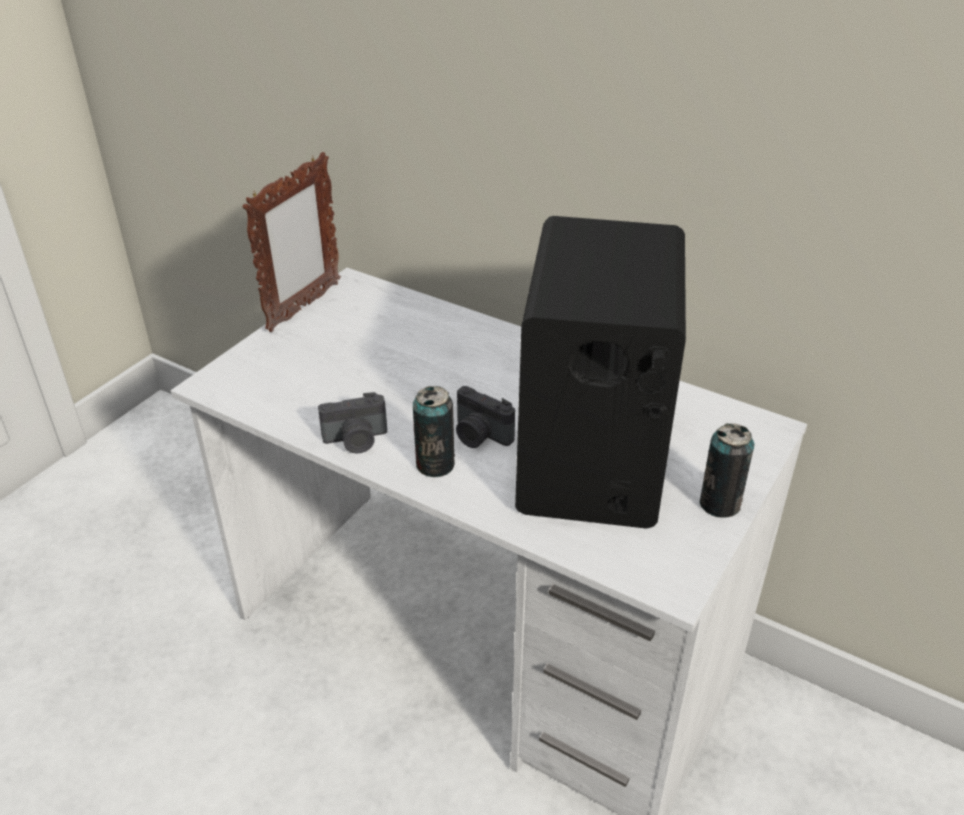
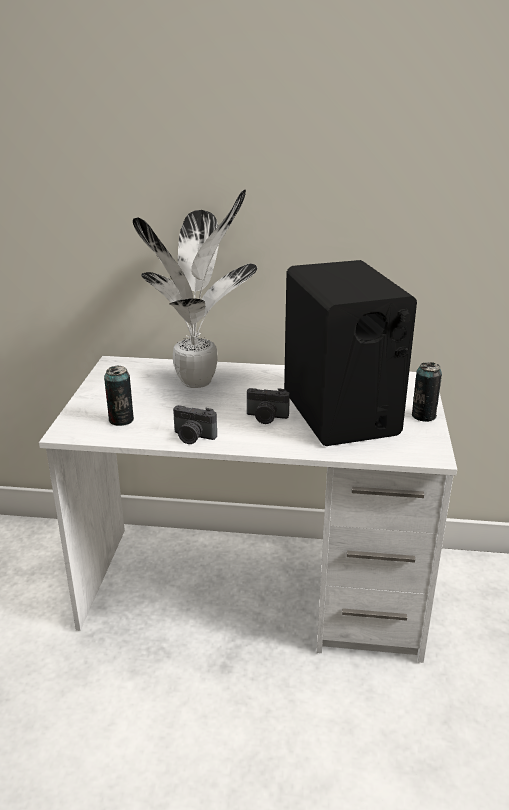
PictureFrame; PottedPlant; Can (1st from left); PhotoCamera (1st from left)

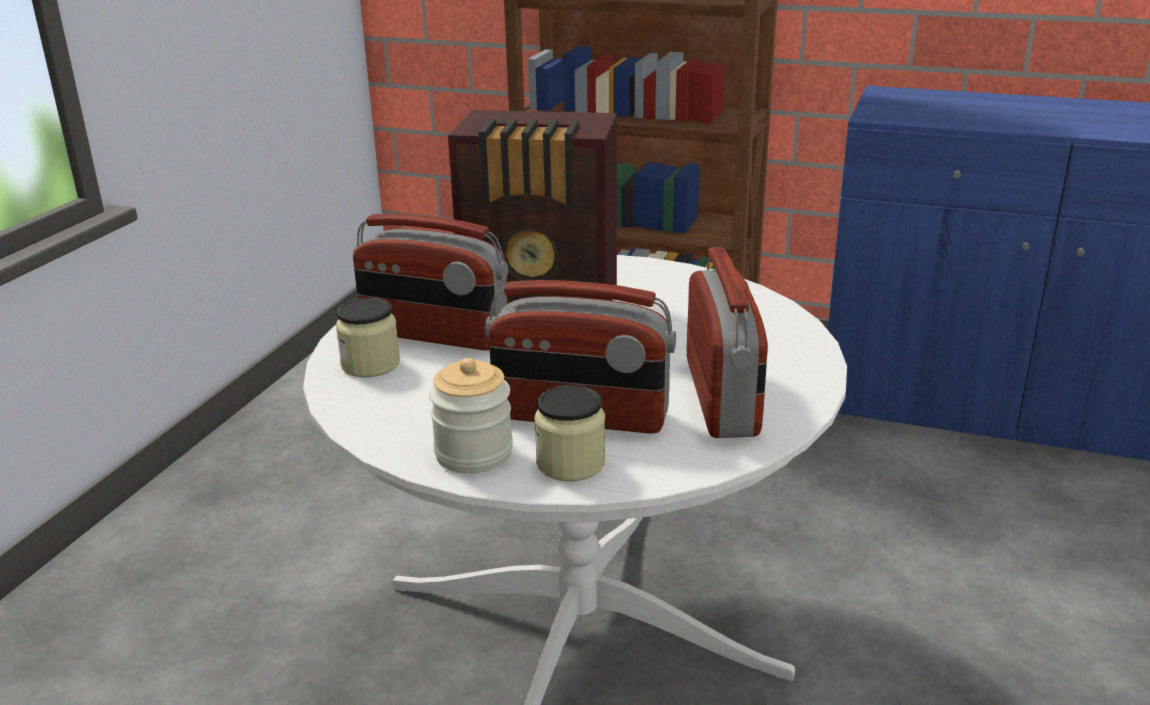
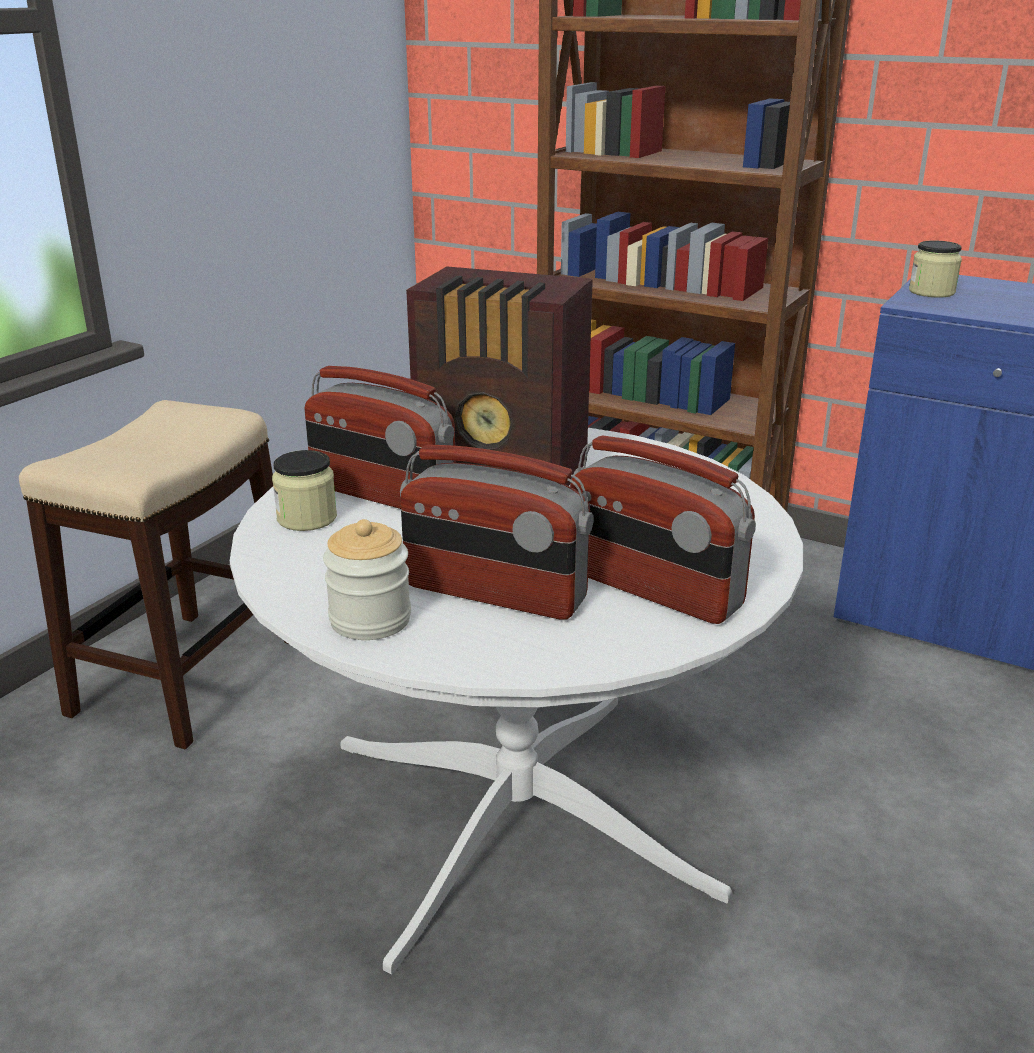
Stool; Jar (3rd from left); Radio (4th from left)

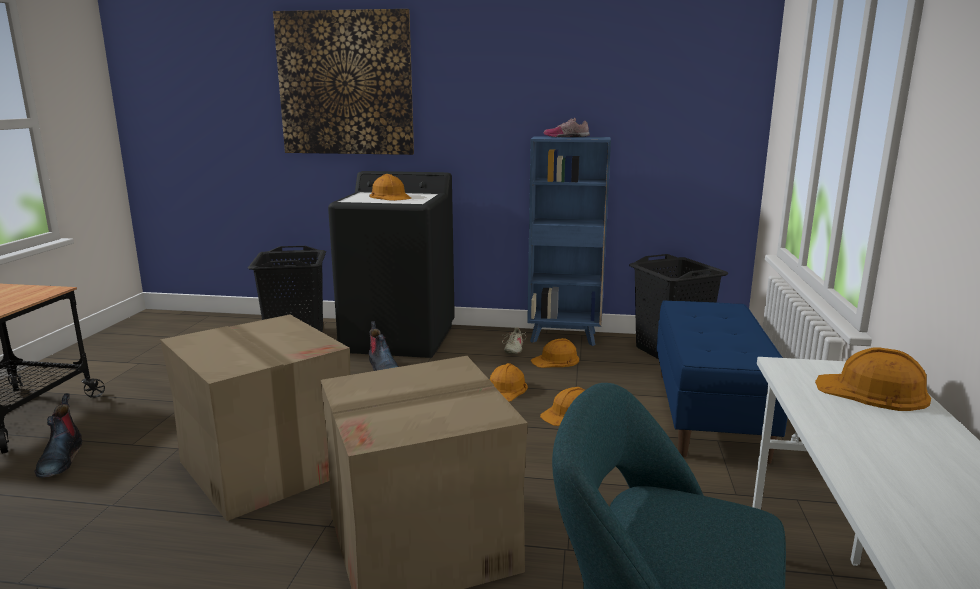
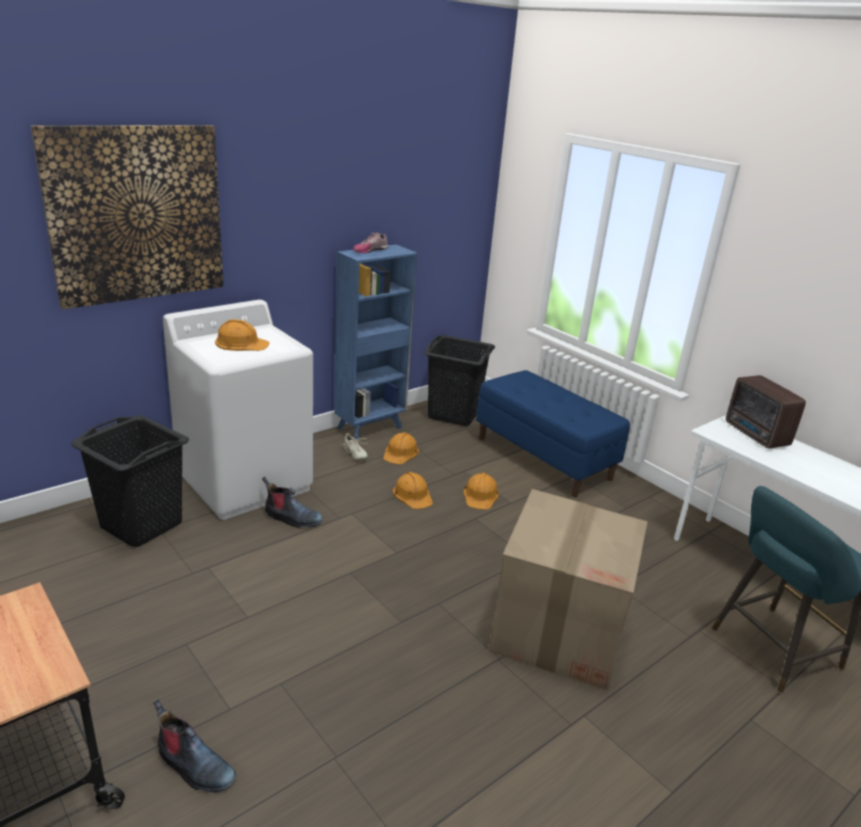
CardboardBox (1st from left in the first image); Radio; WhiteWashingMachine

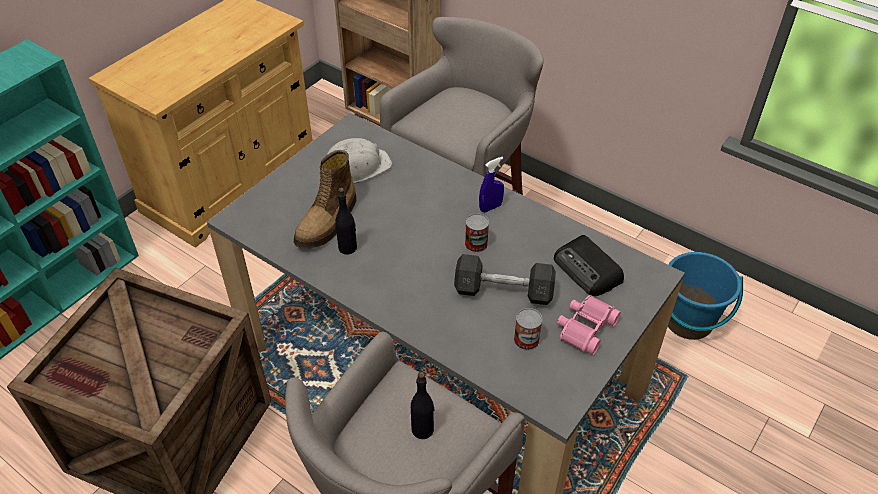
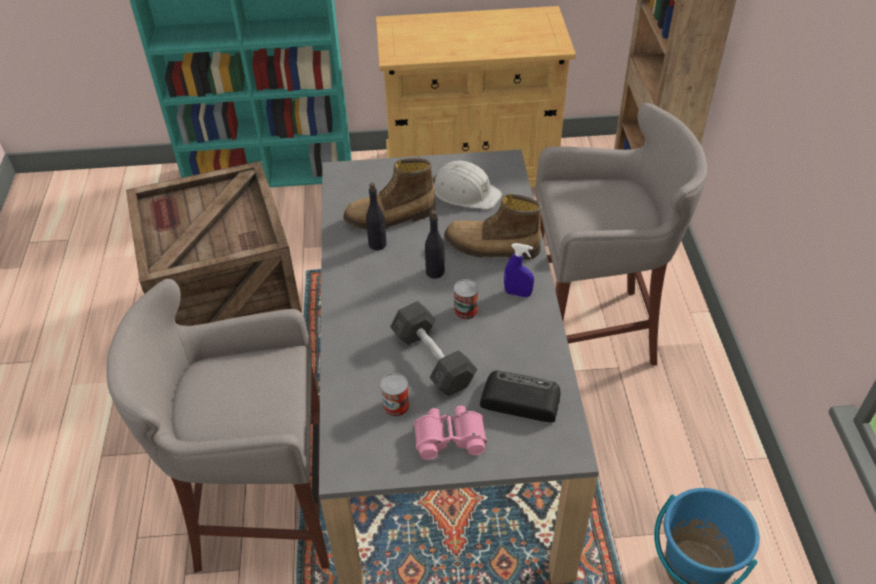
Boot (2nd from left); BlackBottle (2nd from left); Radio

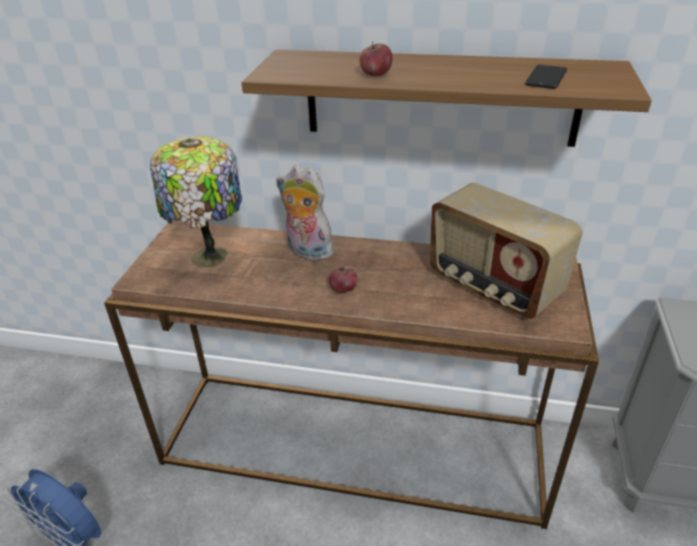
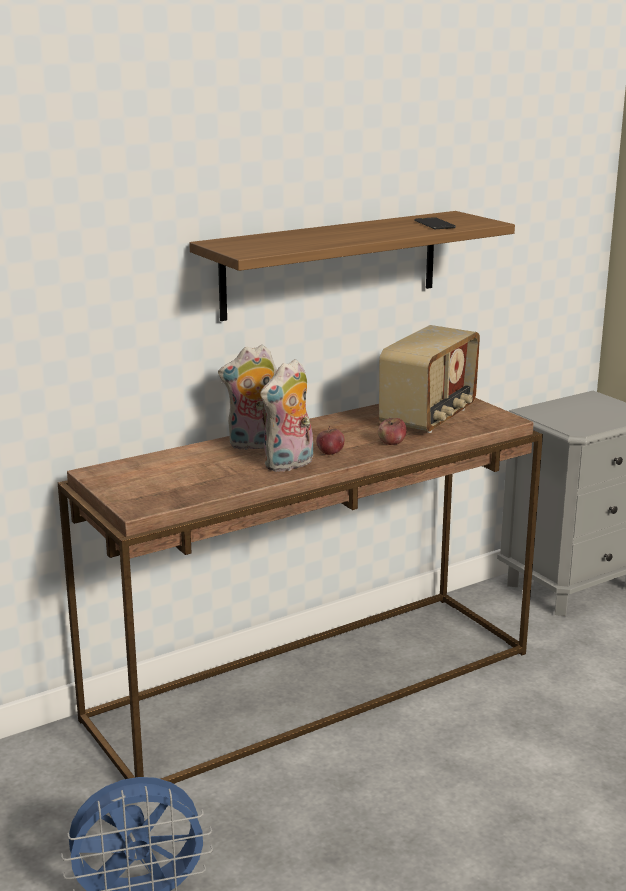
TableLamp; PlushToy (2nd from left); Apple (2nd from left); Radio

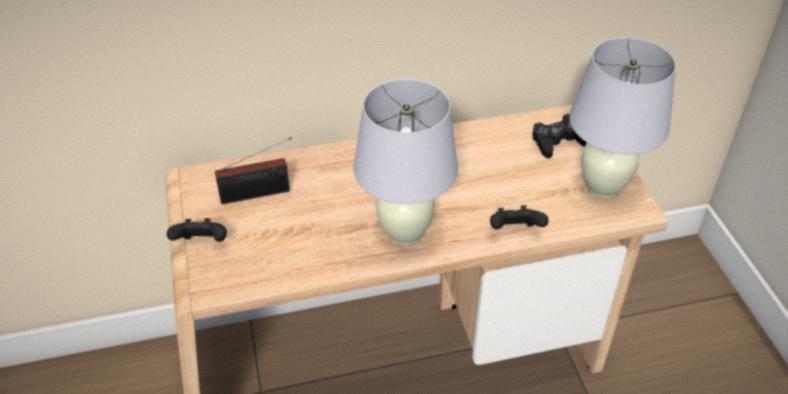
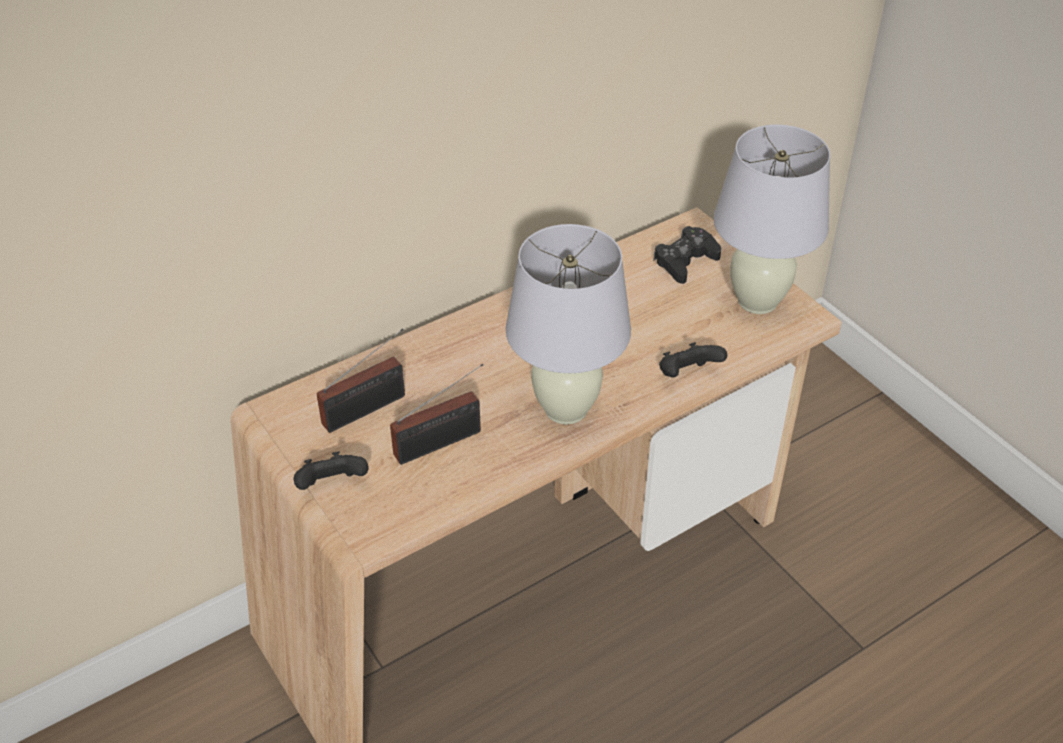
Radio (2nd from left)

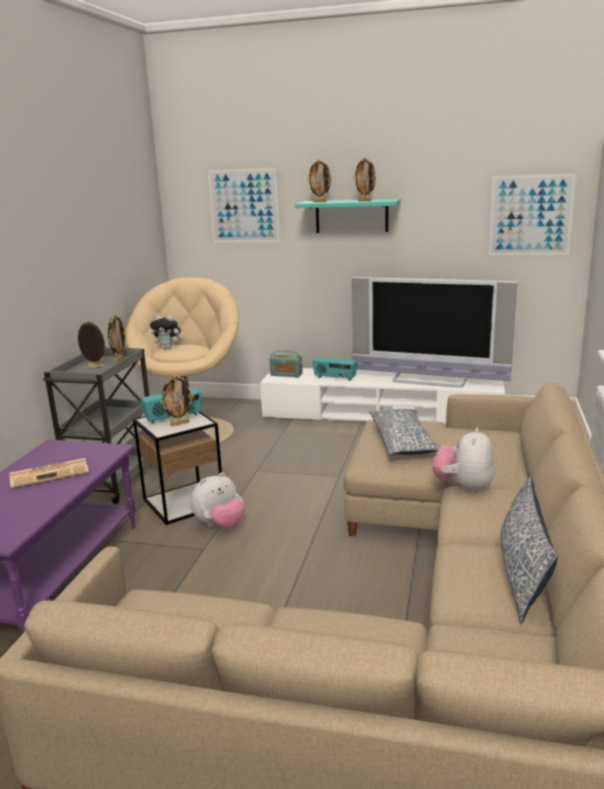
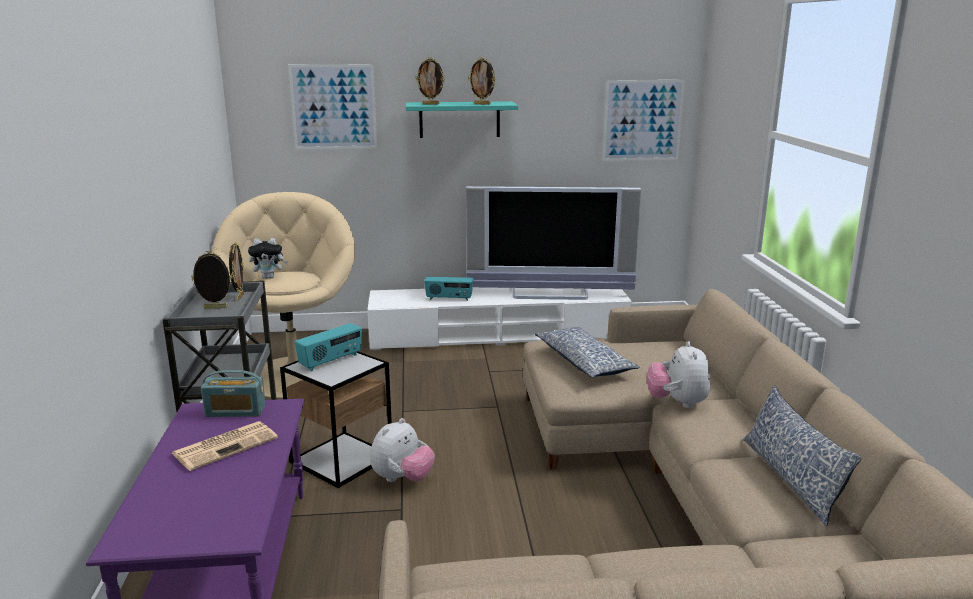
PictureFrame (3rd from left in the first image); Radio (1st from left)

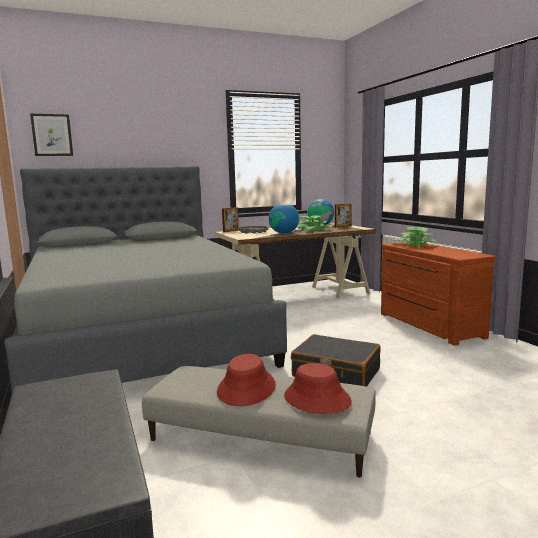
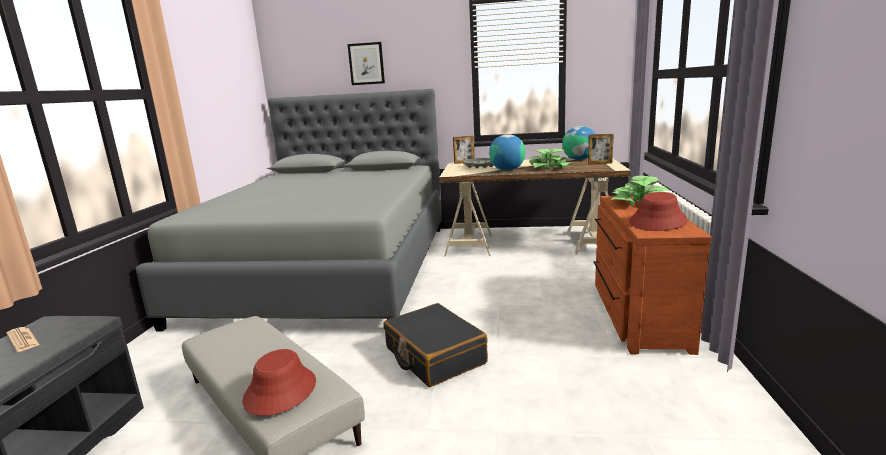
Newspaper; Picture; RedHat (2nd from left)

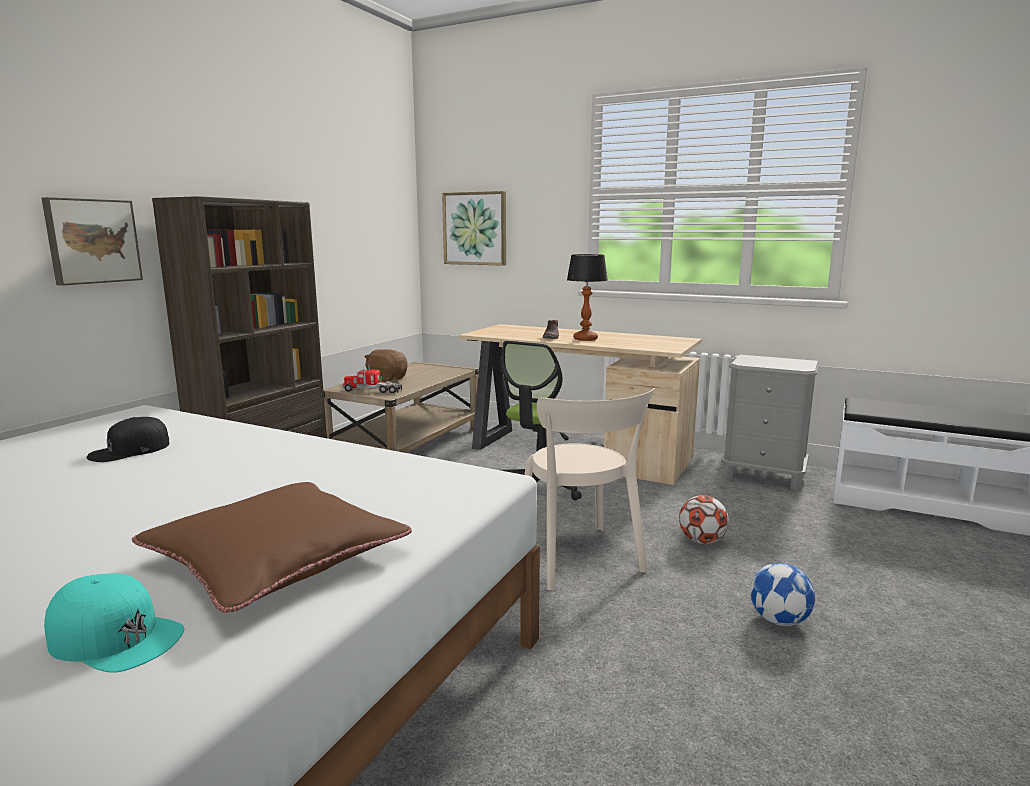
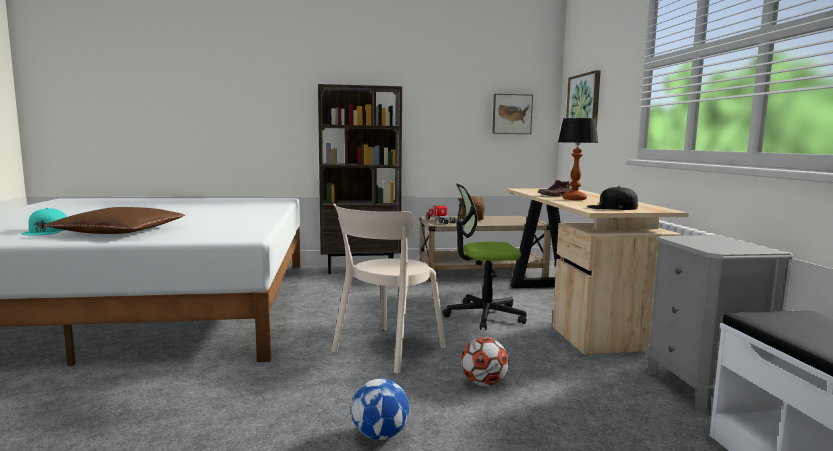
Picture (1st from left); BlackCap

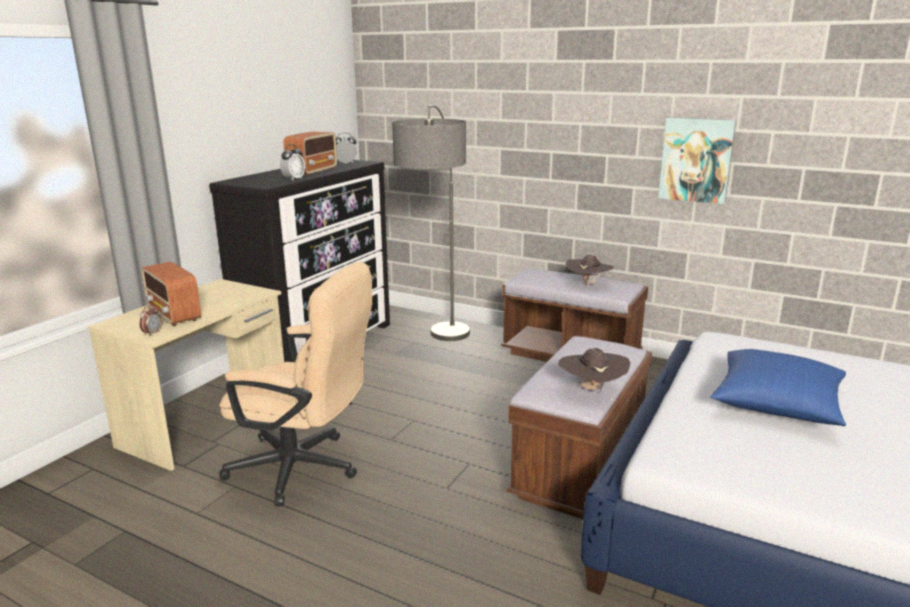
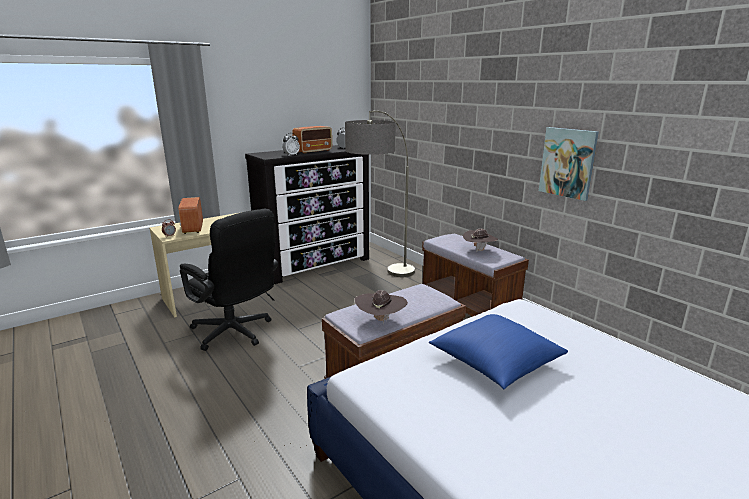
BlackOfficeChair

